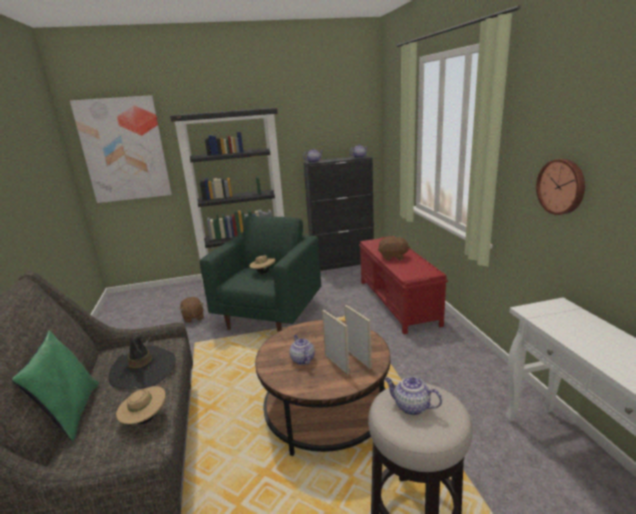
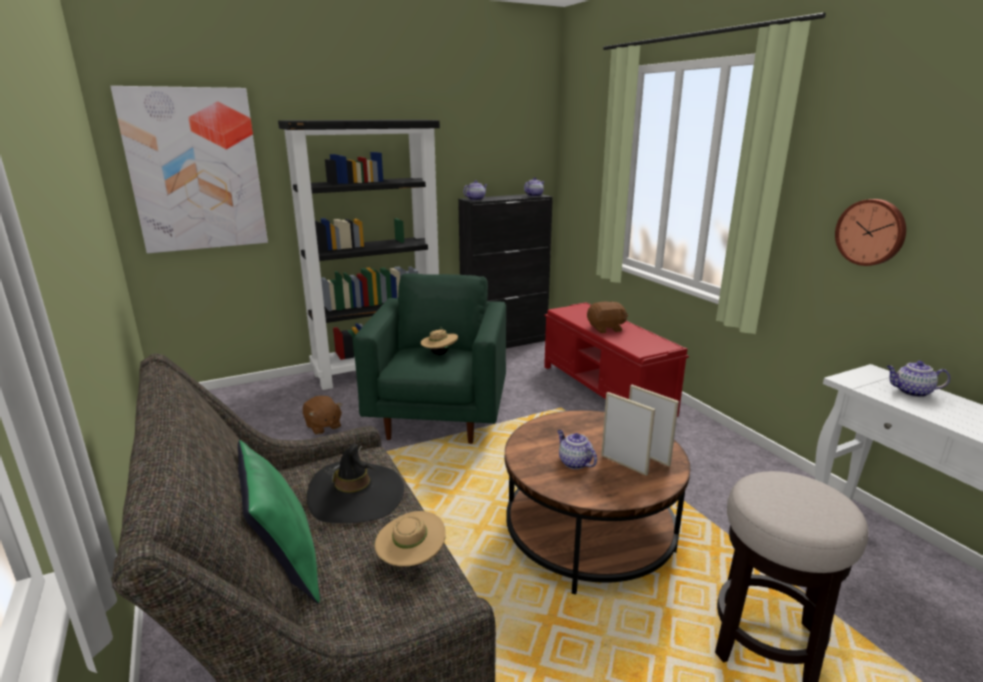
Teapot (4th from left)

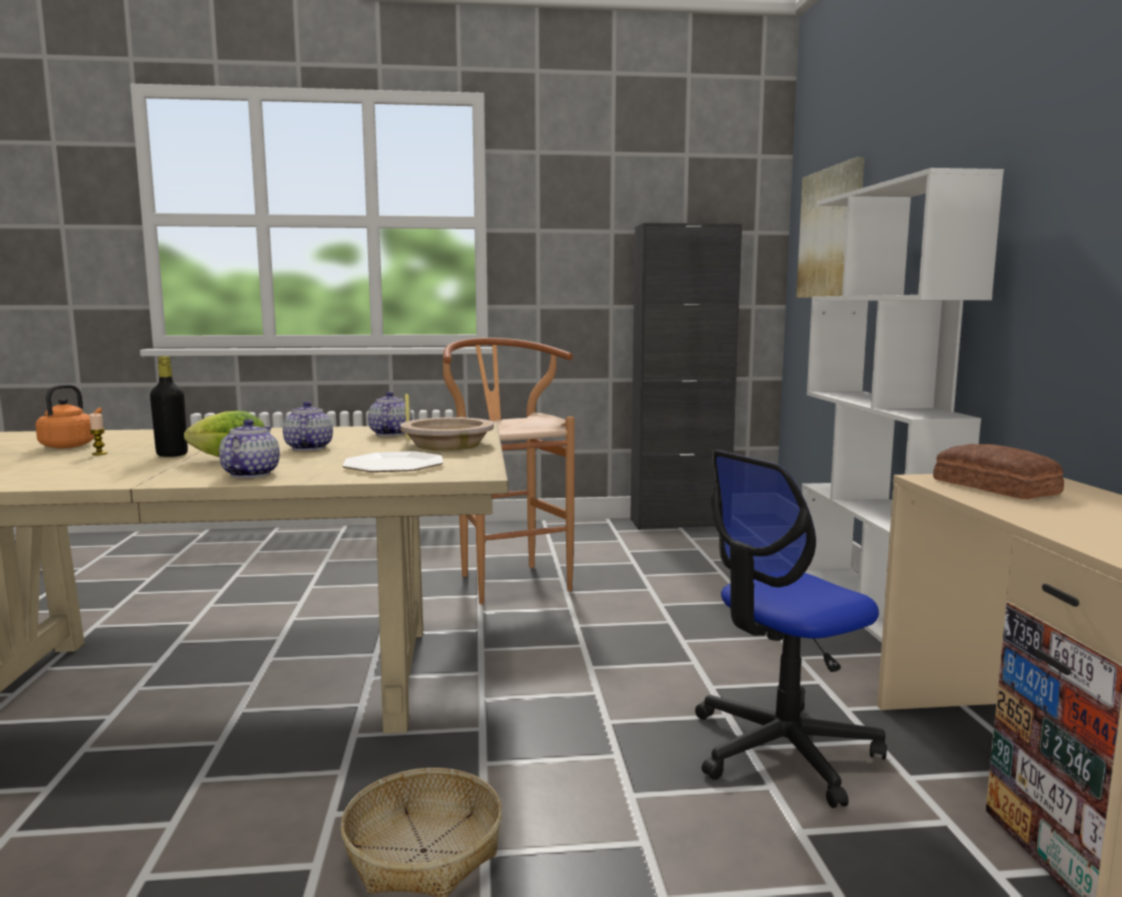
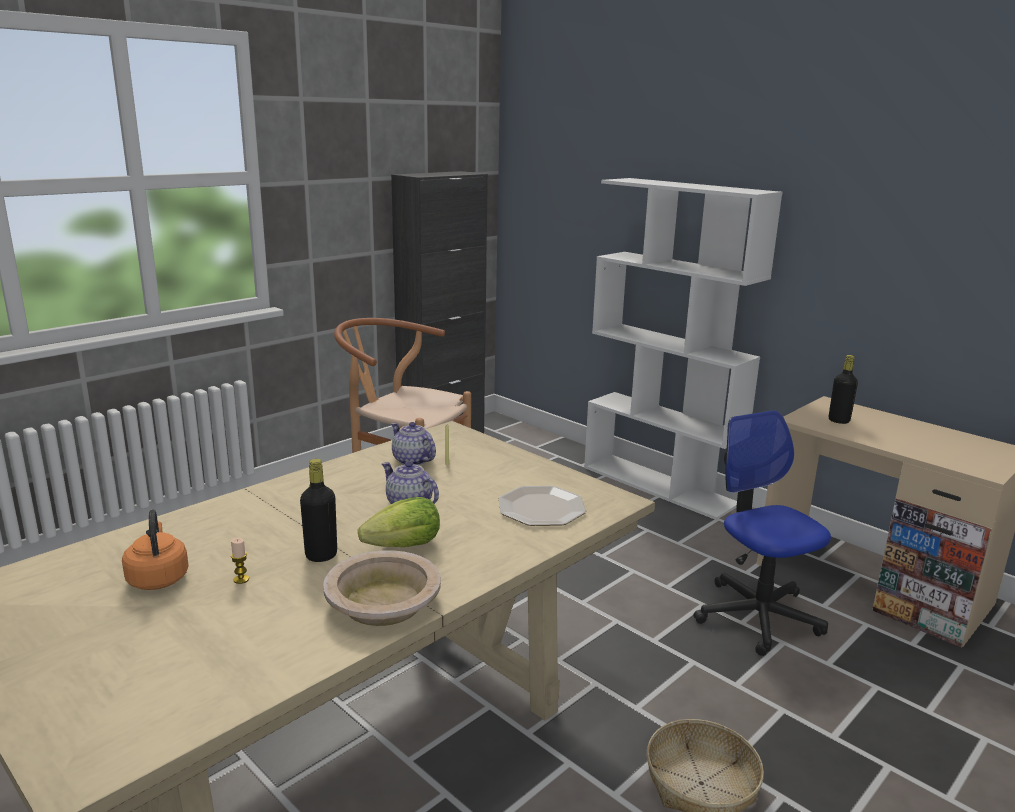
Teapot (1st from left in the first image); Picture; BeigeBowl; BlackBottle (2nd from left); OfficeChair

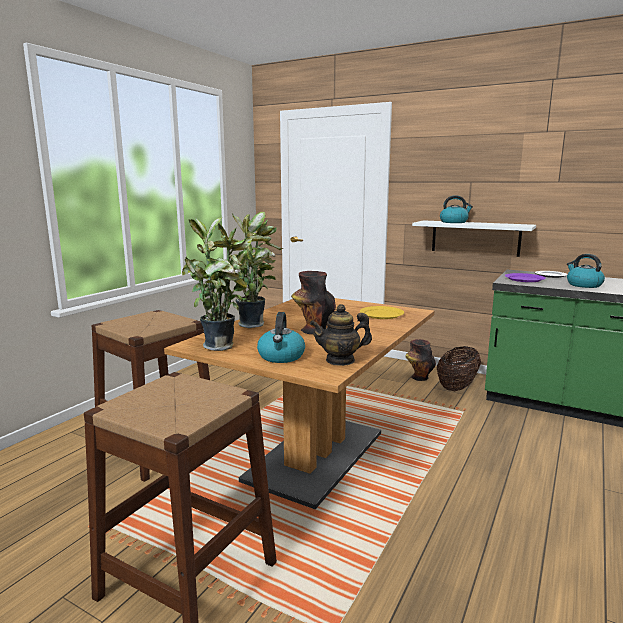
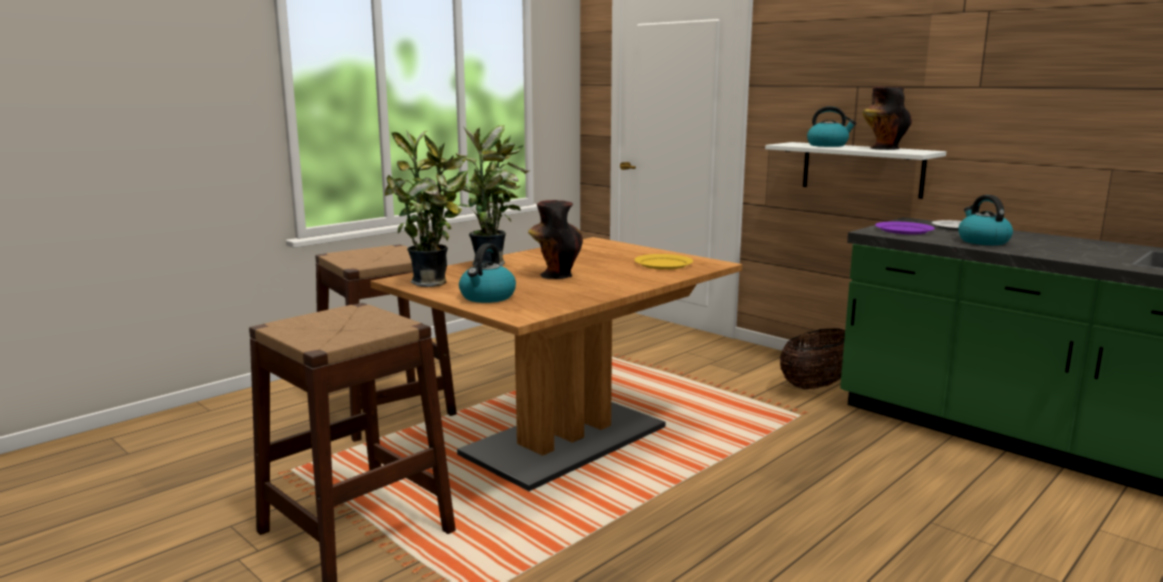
Teapot; Vase (2nd from left)

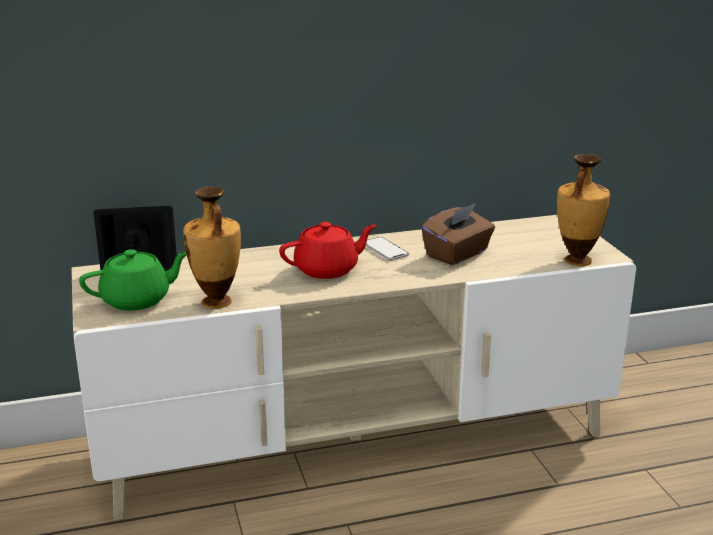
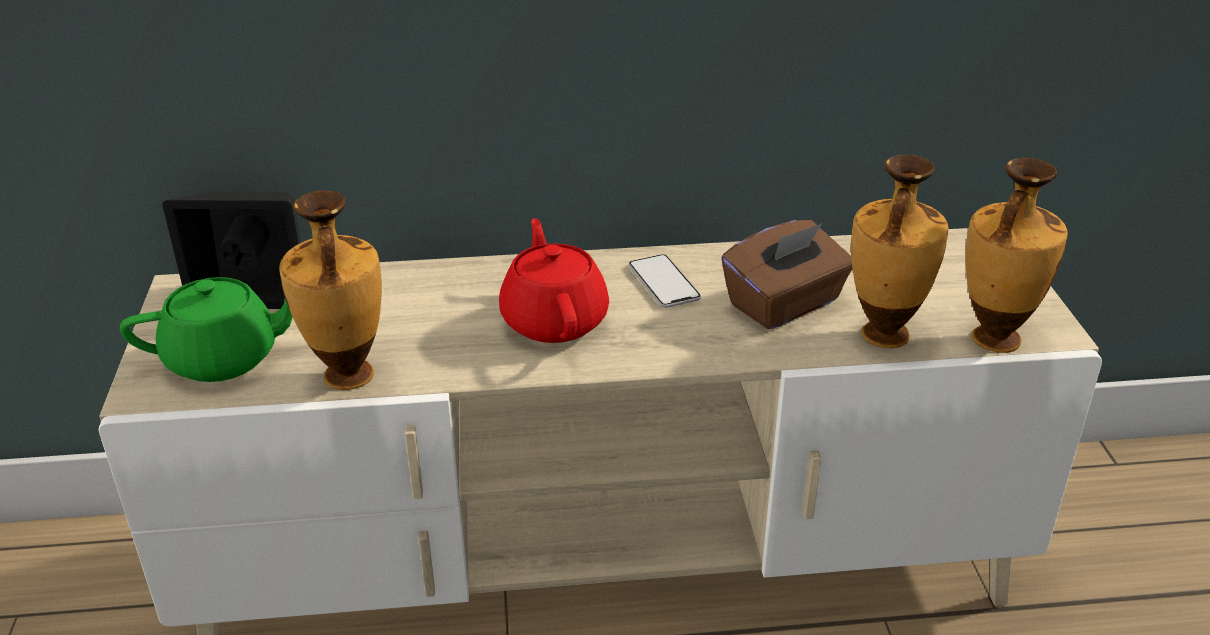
Vase (2nd from left); RedTeapot

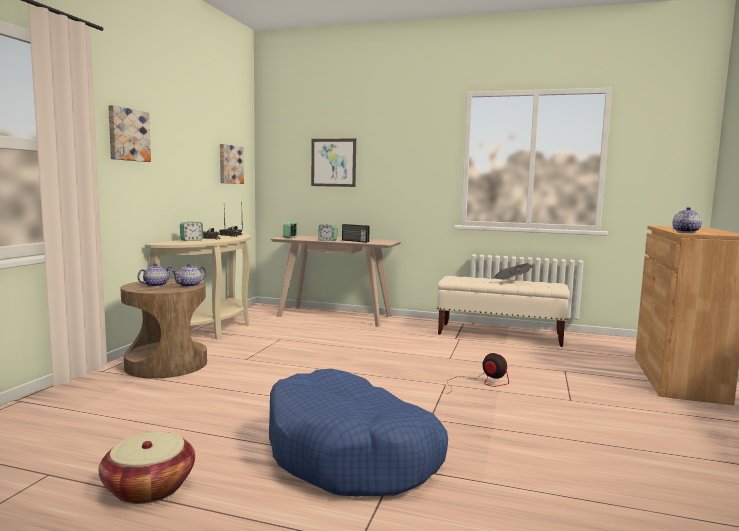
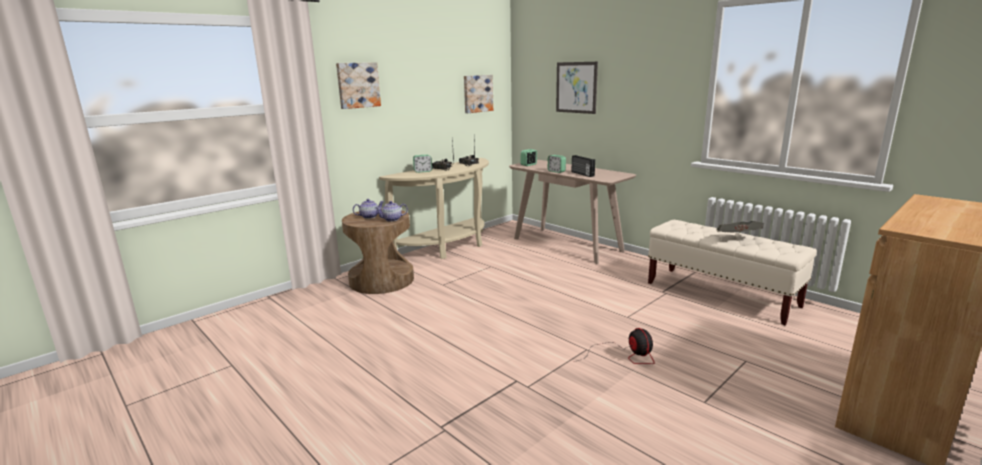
Basket; BlueDogBed; Teapot (3rd from left in the first image)

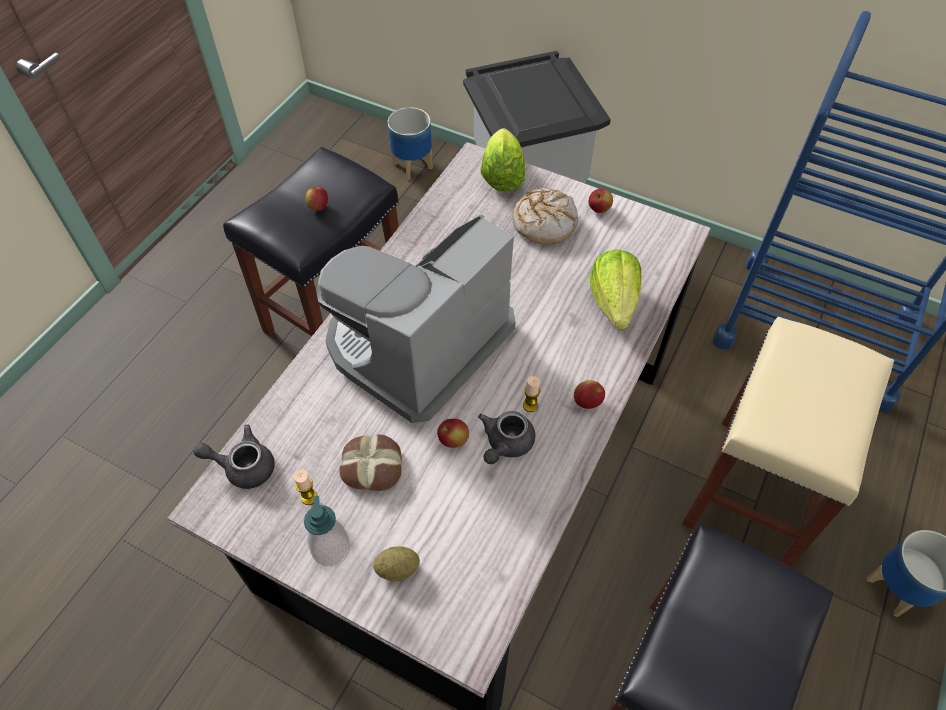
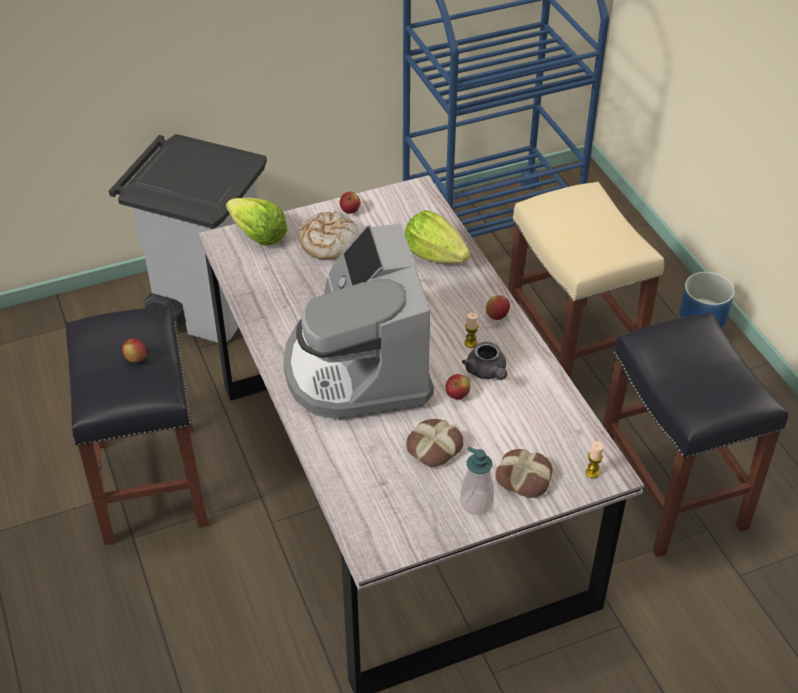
GreyTeapot (1st from left in the first image); Planter (1st from left in the first image); Candle (2nd from left); Bread (3rd from left)

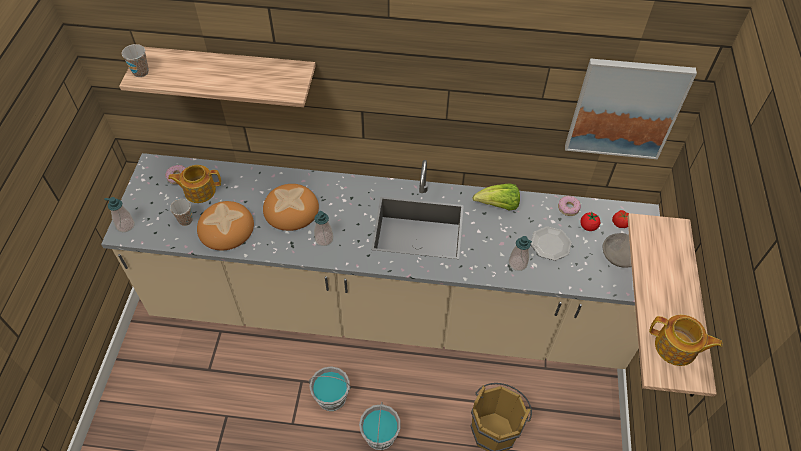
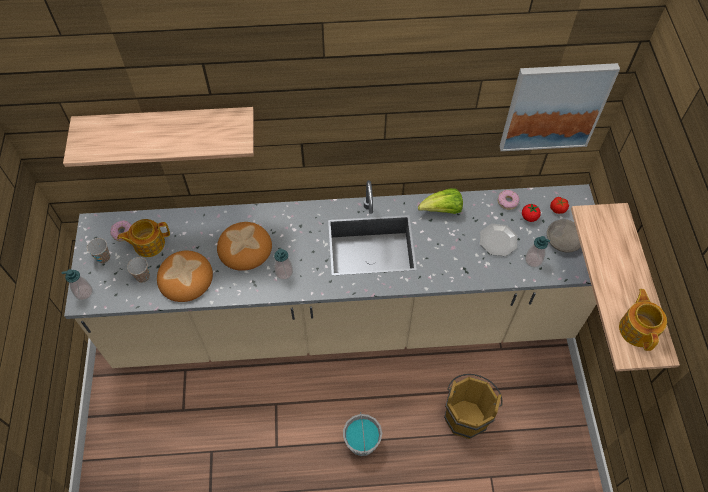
GreyBucket (1st from left in the first image); Cup (1st from left); SoapDispenser (3rd from left); Teapot (2nd from left)

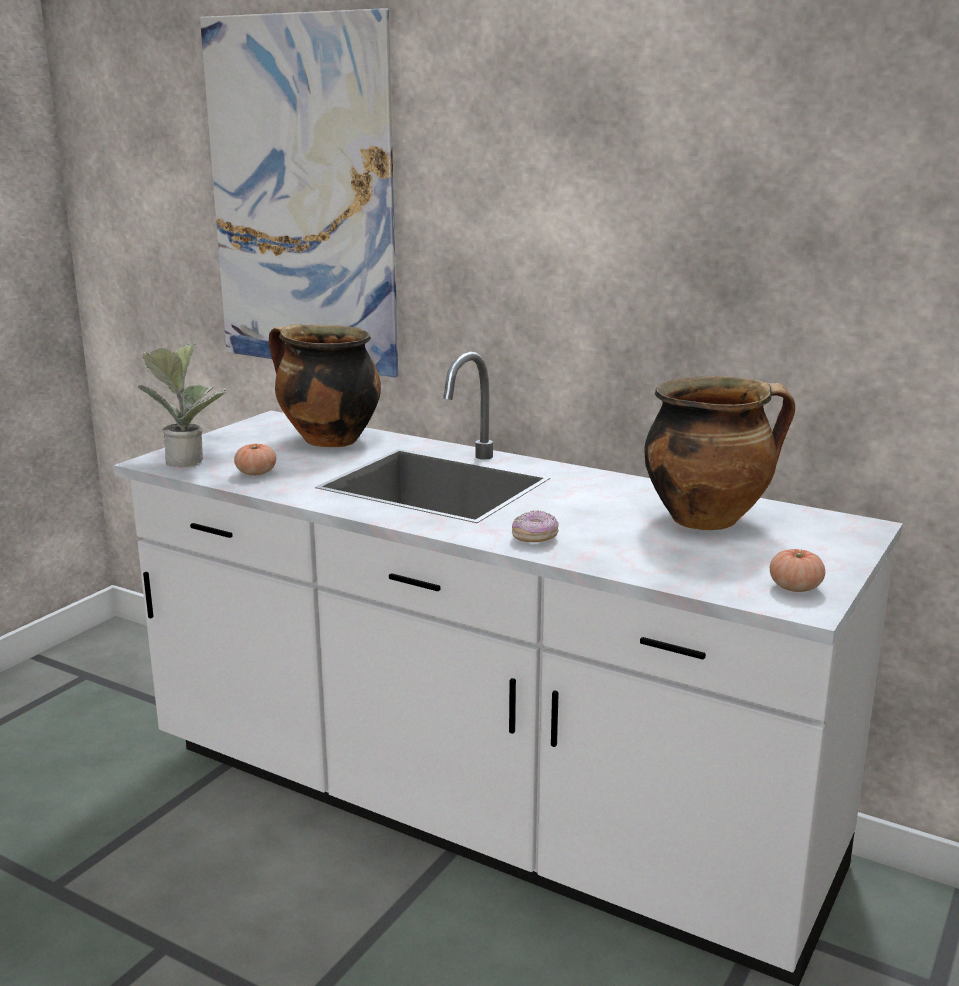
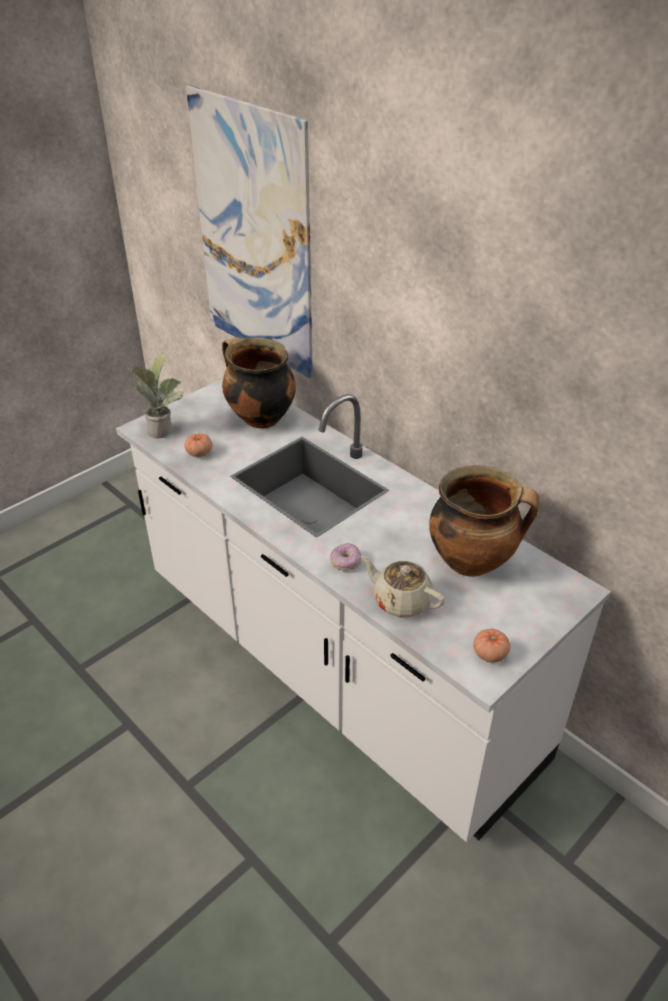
BeigeTeapot

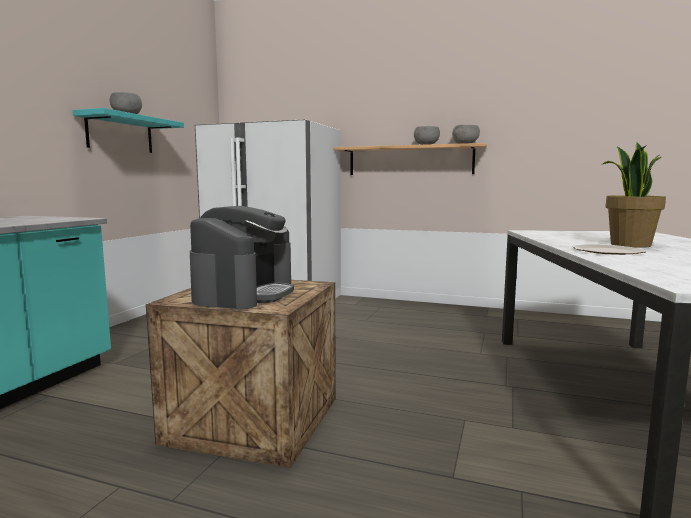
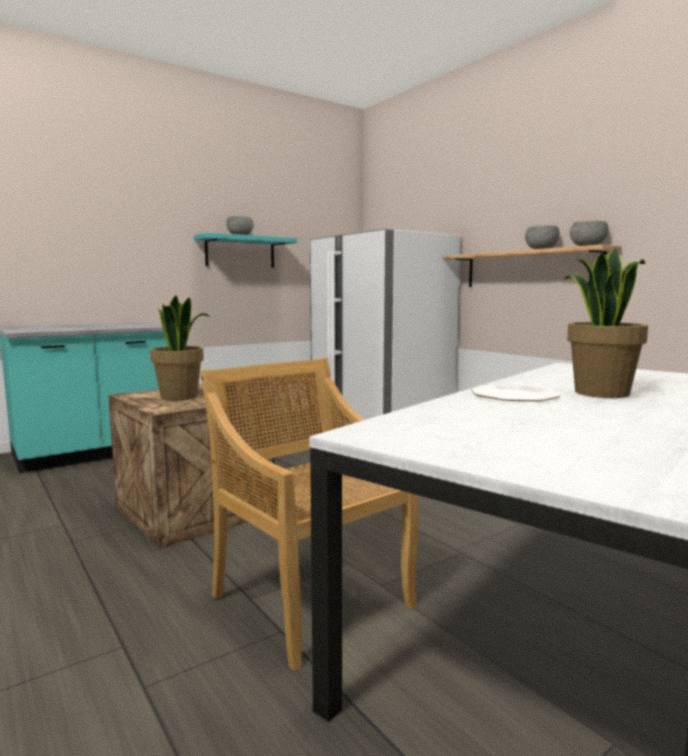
BeigeChair; PottedPlant (1st from left)

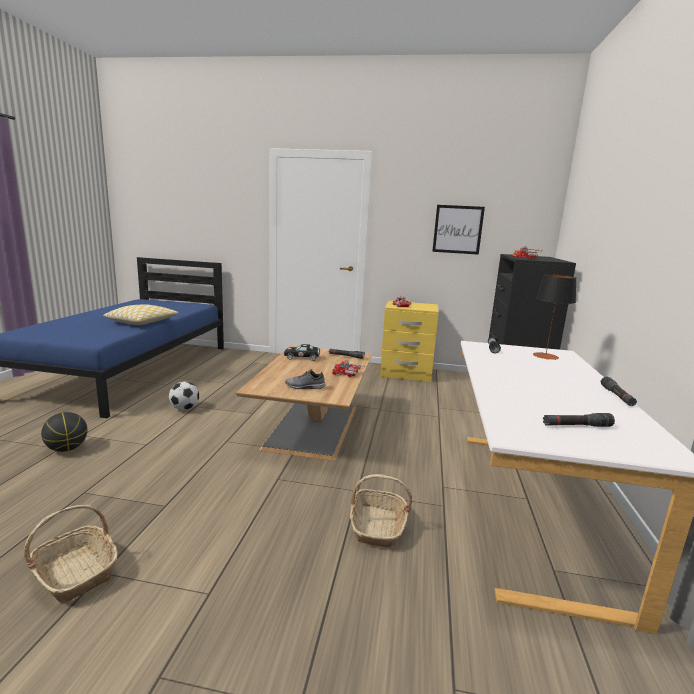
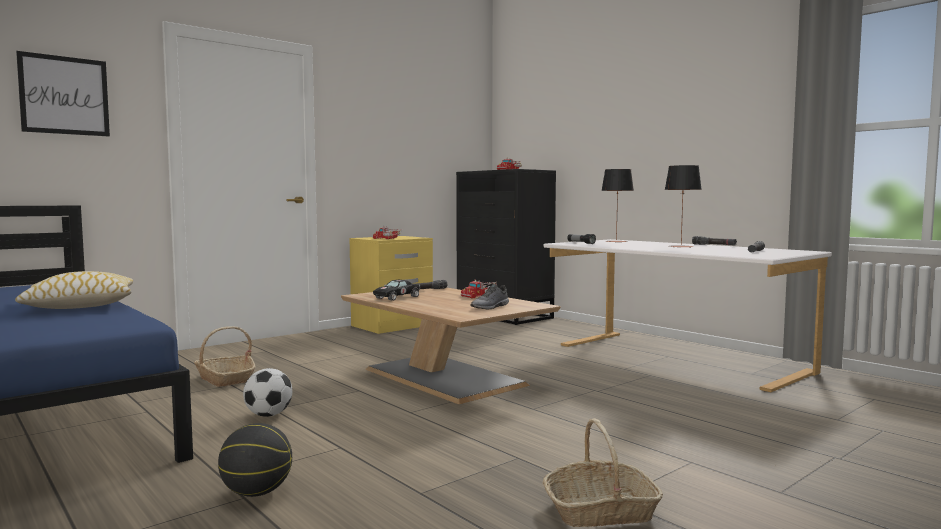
TableLamp (2nd from left); Basket (1st from left); Picture

